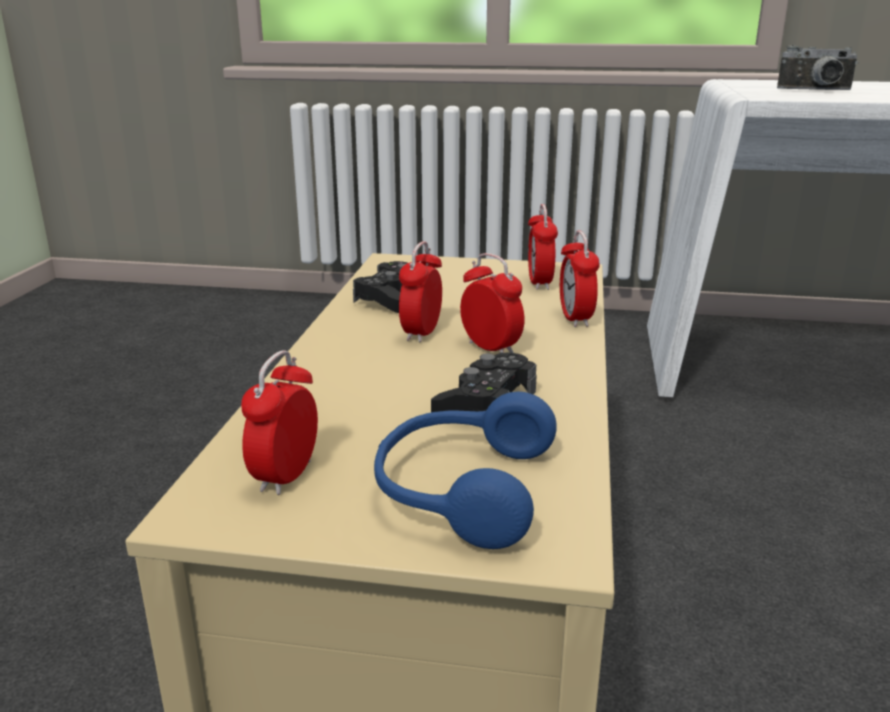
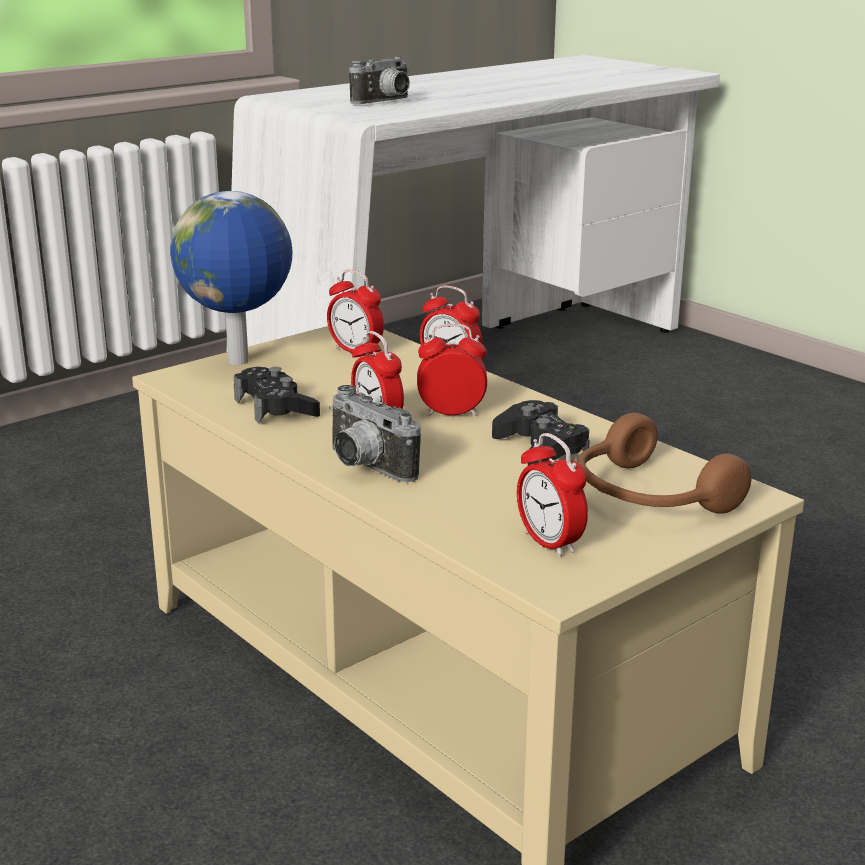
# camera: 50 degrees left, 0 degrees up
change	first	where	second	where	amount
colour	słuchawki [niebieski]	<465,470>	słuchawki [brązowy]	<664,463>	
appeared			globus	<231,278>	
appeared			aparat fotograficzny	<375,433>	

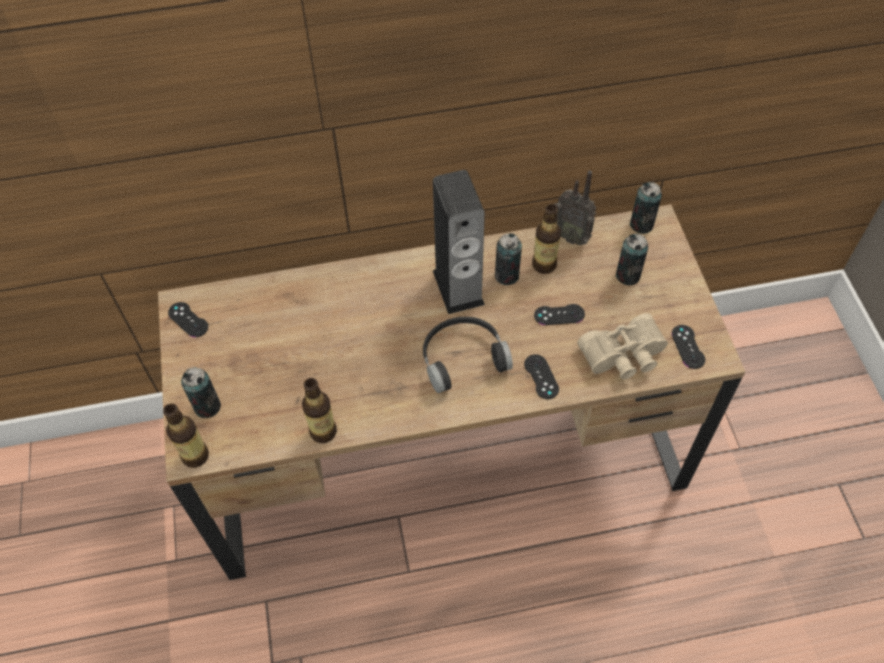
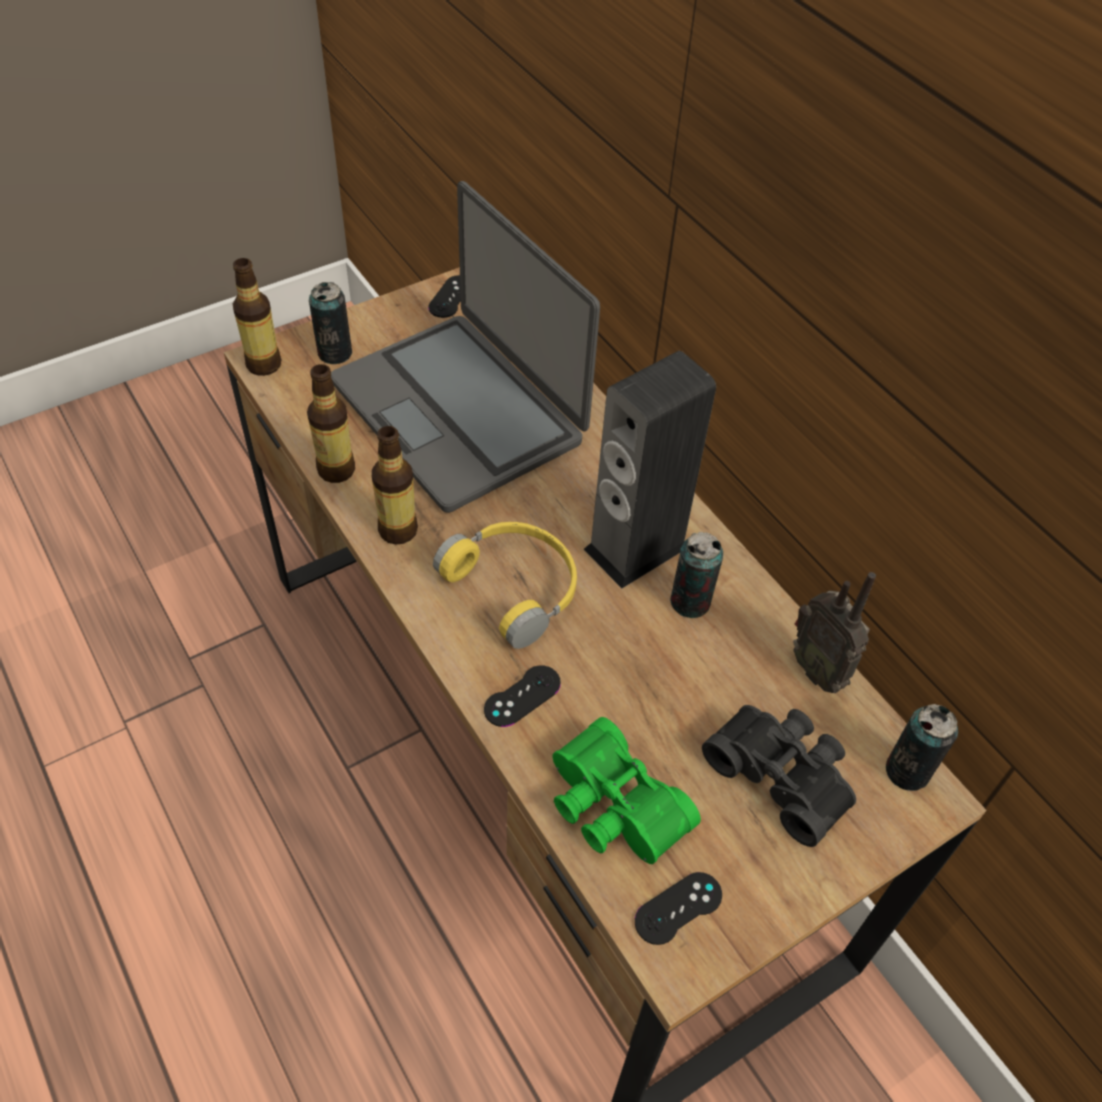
# camera: 65 degrees right, 5 degrees down
change	first	where	second	where	amount
colour	słuchawki [czarny]	<468,355>	słuchawki [żółty]	<505,585>	
relocated	butelka	<546,239>		<395,485>	
missing	pad do gier [czarny]	<559,314>			
spun	radio	<575,207>		<834,632>	45 degrees counterclockwise
colour	lornetka [beżowy]	<622,346>	lornetka [zielony]	<626,790>	
exchanged	puszka	<632,259>	lornetka [czarny]	<779,776>	
appeared			laptop	<465,347>	

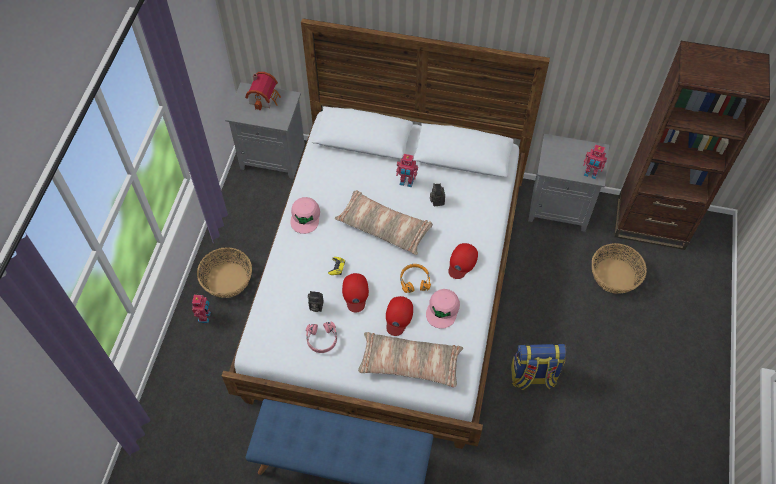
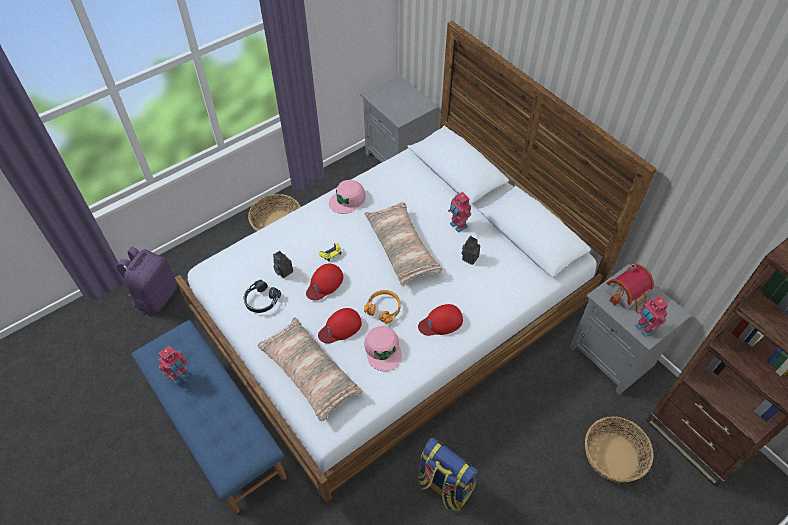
# camera: 40 degrees right, 5 degrees down
change	first	where	second	where	amount
relocated	robot zabawkowy	<201,309>		<174,365>	
relocated	domek	<263,91>		<630,288>	
colour	słuchawki [różowy]	<321,337>	słuchawki [czarny]	<262,296>	
spun	czapka z daszkiem [różowy]	<443,309>		<383,348>	75 degrees counterclockwise
appeared			plecak [fioletowy]	<147,279>	

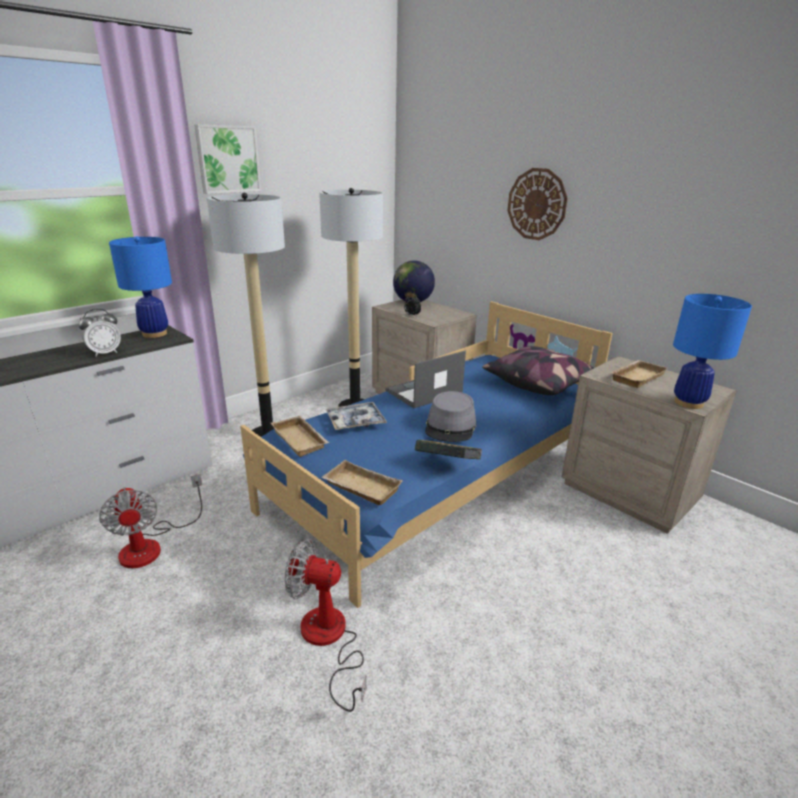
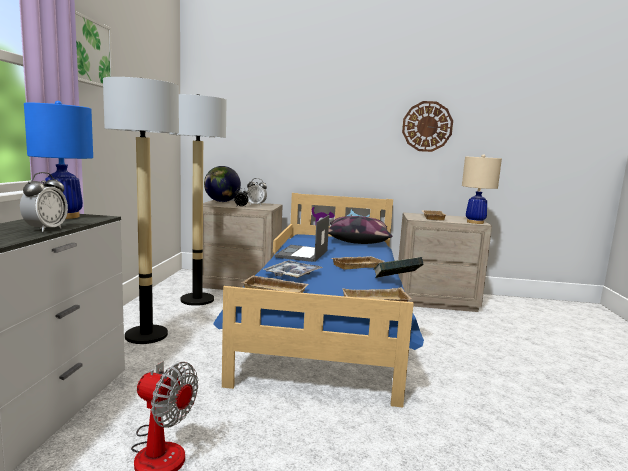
# camera: 40 degrees left, 15 degrees down
change	first	where	second	where	amount
missing	wentylator	<325,625>			
exchanged	kapelusz [szary]	<451,416>	taca [beżowy]	<358,263>	
relocated	zegar ścienny	<537,204>		<427,126>	
colour	lampa stołowa [niebieski]	<712,351>	lampa stołowa [beżowy]	<482,189>	
appeared			budzik	<257,191>	

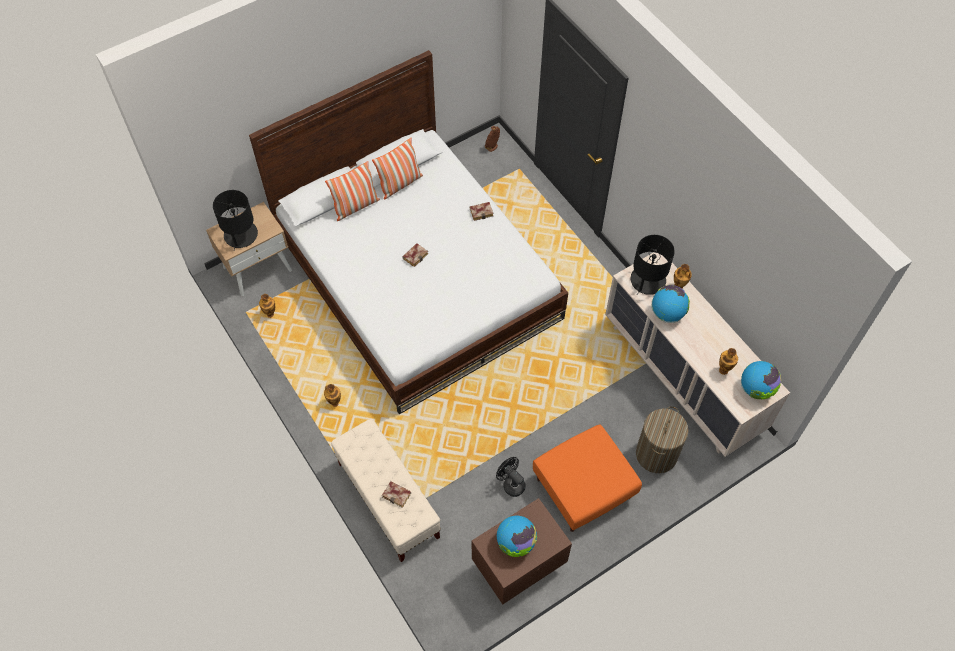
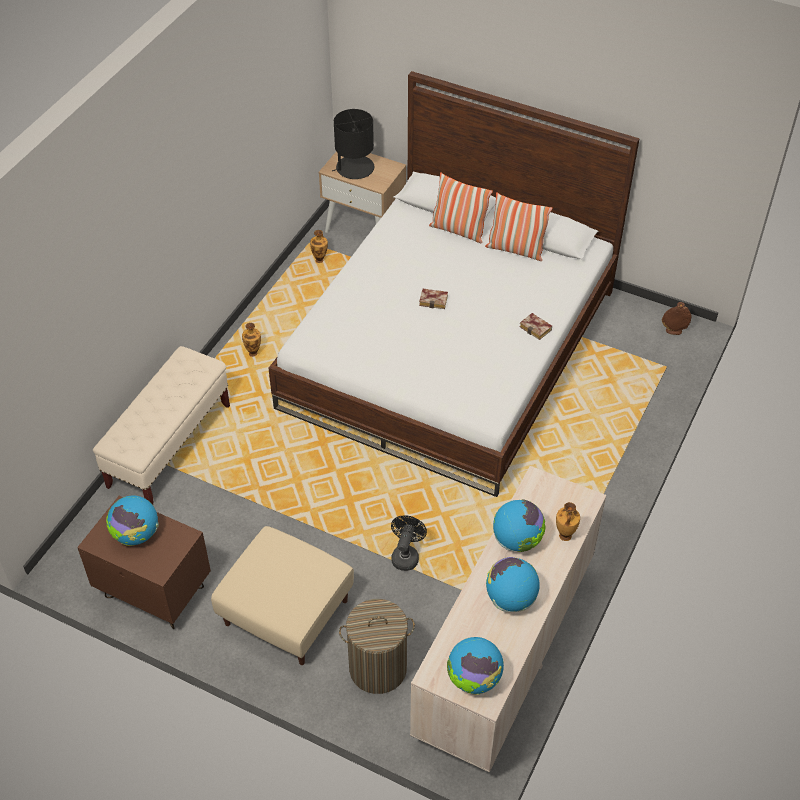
# camera: 60 degrees right, 10 degrees down
change	first	where	second	where	amount
missing	książka	<396,494>			
relocated	wentylator [czarny]	<511,477>		<409,543>	
colour	pufa [pomarańczowy]	<587,478>	pufa [beżowy]	<282,595>	
missing	lampa stołowa [czarny]	<653,265>			
missing	wazon	<728,361>			
appeared			globus	<513,584>	

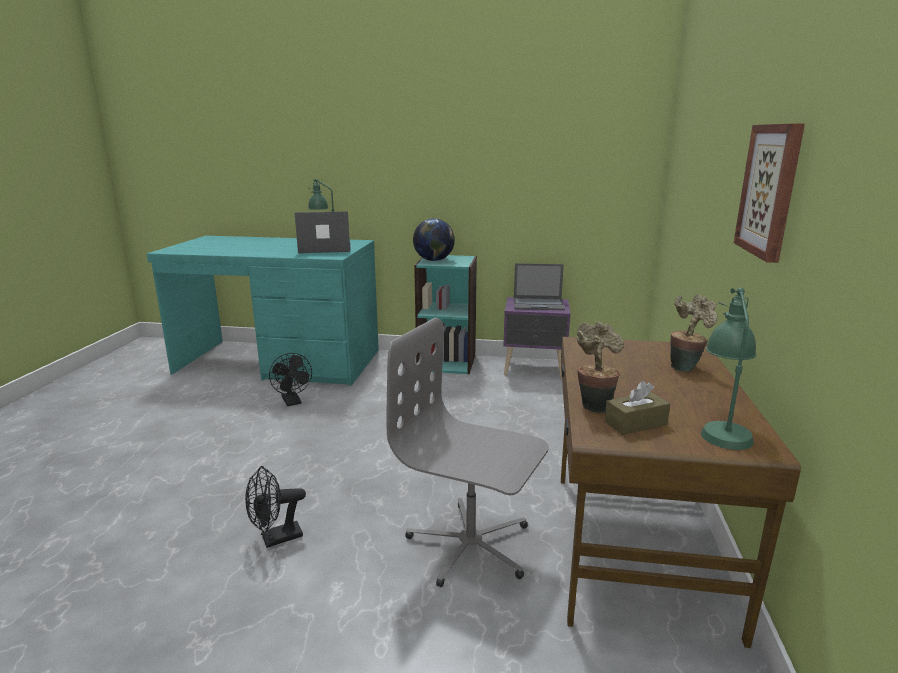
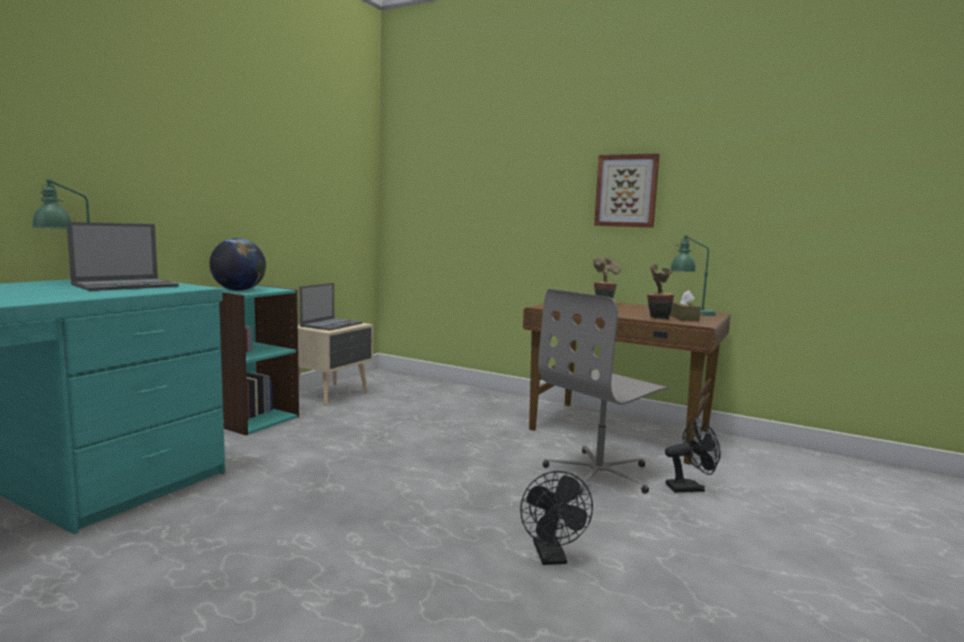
# camera: 70 degrees left, 10 degrees down
change	first	where	second	where	amount
relocated	wentylator [czarny]	<290,379>		<693,455>	
spun	laptop	<323,232>		<122,256>	150 degrees counterclockwise
colour	szafka nocna [fioletowy]	<536,338>	szafka nocna [beżowy]	<335,364>	

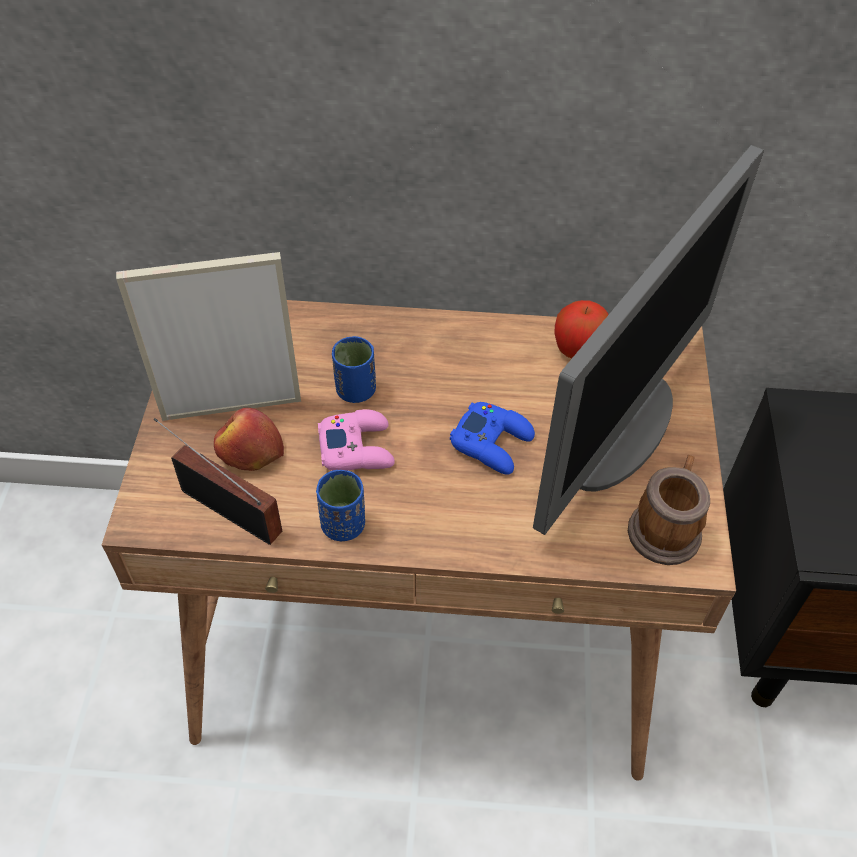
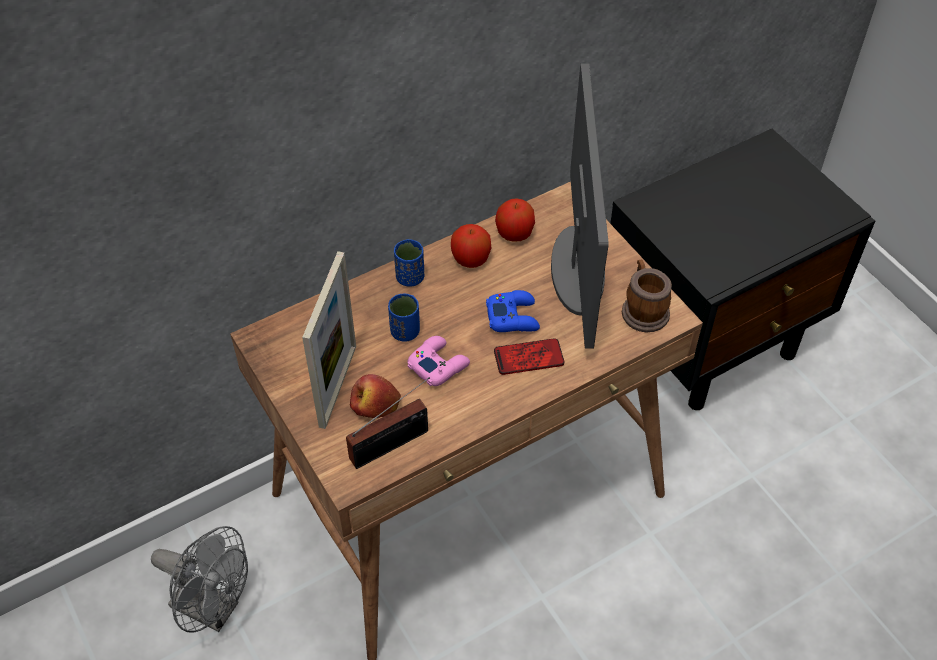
# camera: 35 degrees left, 0 degrees up
change	first	where	second	where	amount
spun	ramka na zdjęcie	<208,336>		<329,340>	150 degrees clockwise
spun	radio	<218,481>		<388,423>	150 degrees clockwise
relocated	filiżanka [niebieski]	<340,505>		<409,263>	
appeared			wentylator [szary]	<199,579>	
appeared			jabłko	<471,246>	
appeared			telefon	<529,356>	

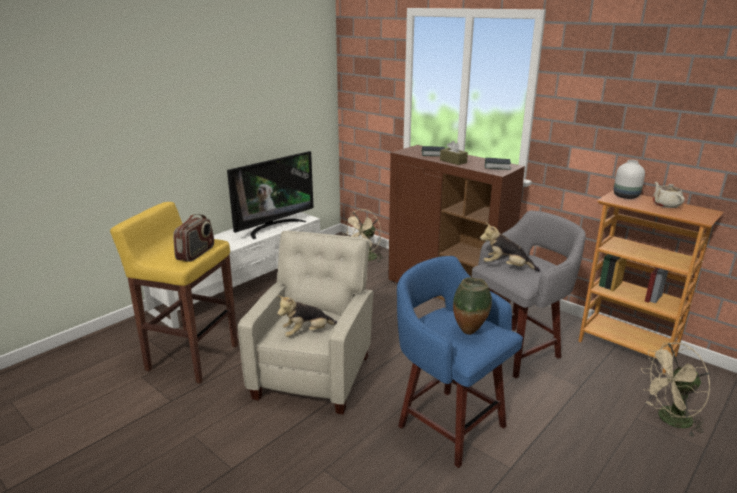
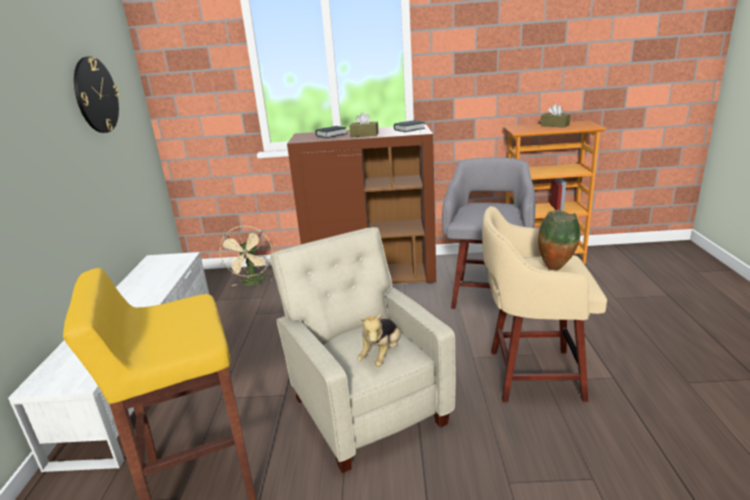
# camera: 40 degrees left, 0 degrees up
change	first	where	second	where	amount
missing	radio	<193,238>			
missing	telewizor	<270,195>			
colour	stołek [niebieski]	<460,362>	stołek [beżowy]	<544,304>	
missing	pluszak	<510,247>			
missing	wazon [biały]	<629,179>			
missing	wentylator [beżowy]	<675,390>			
exchanged	imbryk [beżowy]	<669,195>	pudełko chusteczek [brązowy]	<555,116>	
appeared			zegar ścienny	<96,94>	

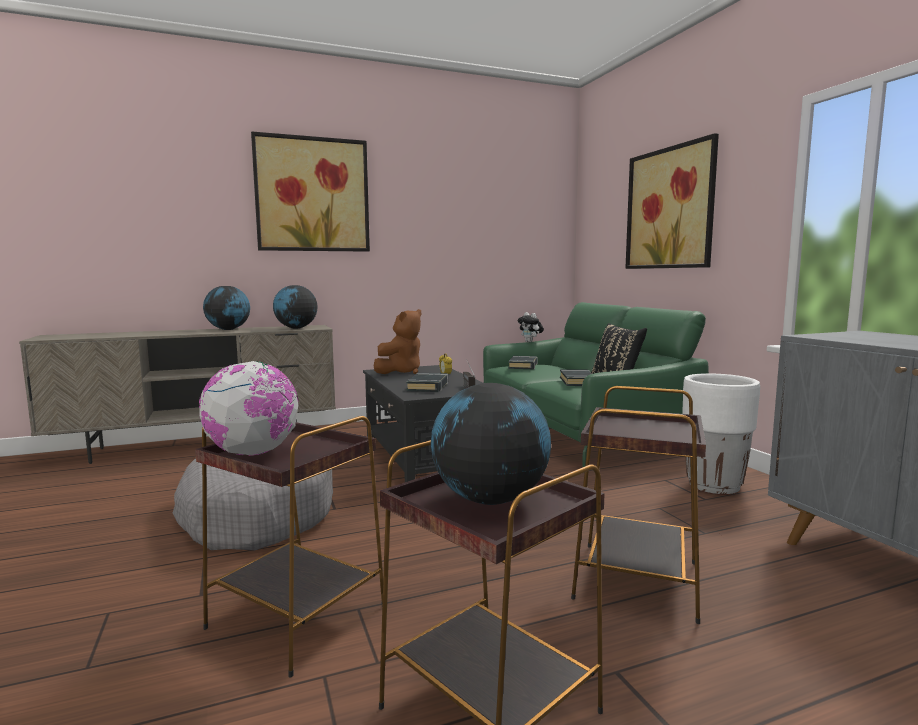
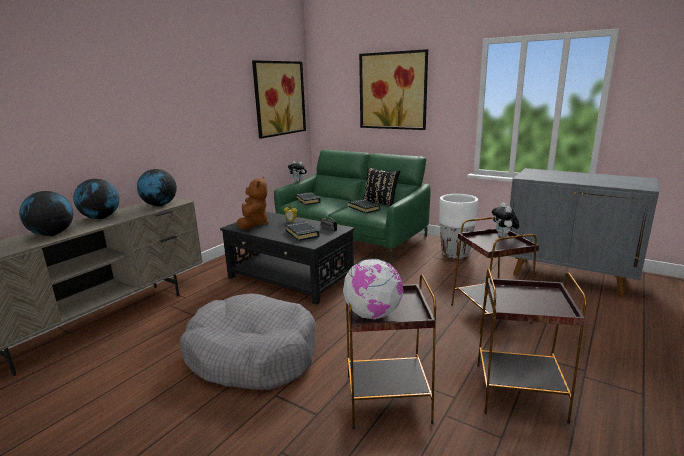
# camera: 35 degrees left, 10 degrees up
change	first	where	second	where	amount
relocated	obraz	<310,191>		<279,99>	
relocated	globus	<491,444>		<46,213>	
appeared			pluszak	<506,220>	

